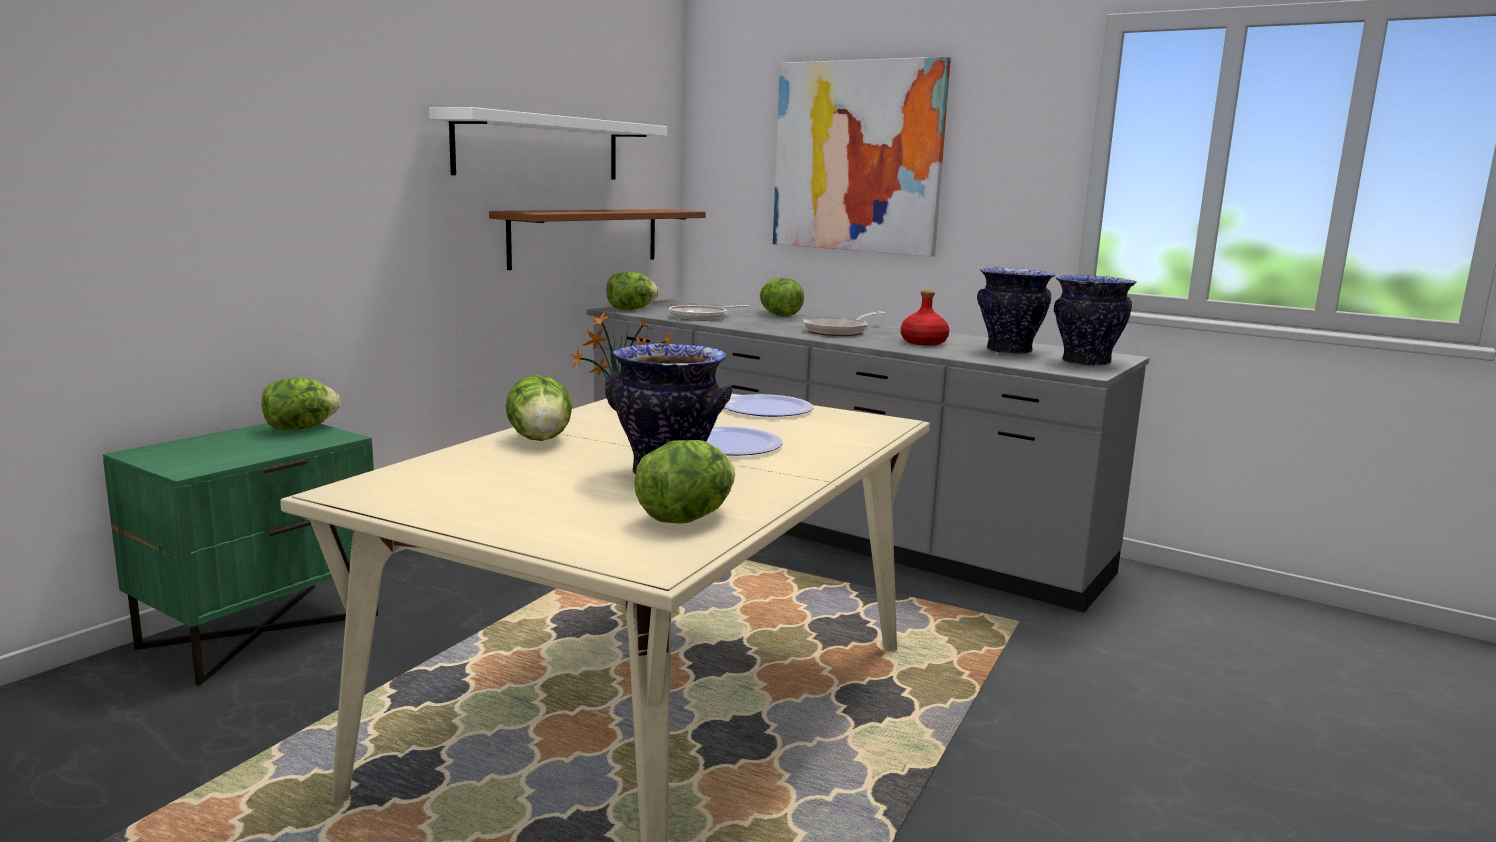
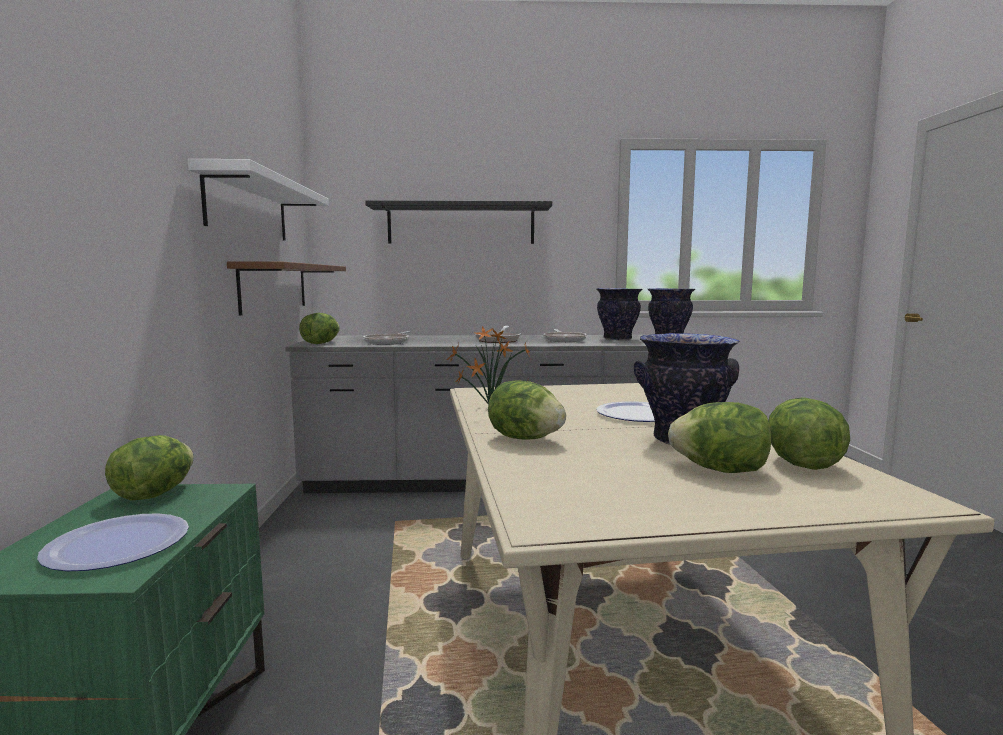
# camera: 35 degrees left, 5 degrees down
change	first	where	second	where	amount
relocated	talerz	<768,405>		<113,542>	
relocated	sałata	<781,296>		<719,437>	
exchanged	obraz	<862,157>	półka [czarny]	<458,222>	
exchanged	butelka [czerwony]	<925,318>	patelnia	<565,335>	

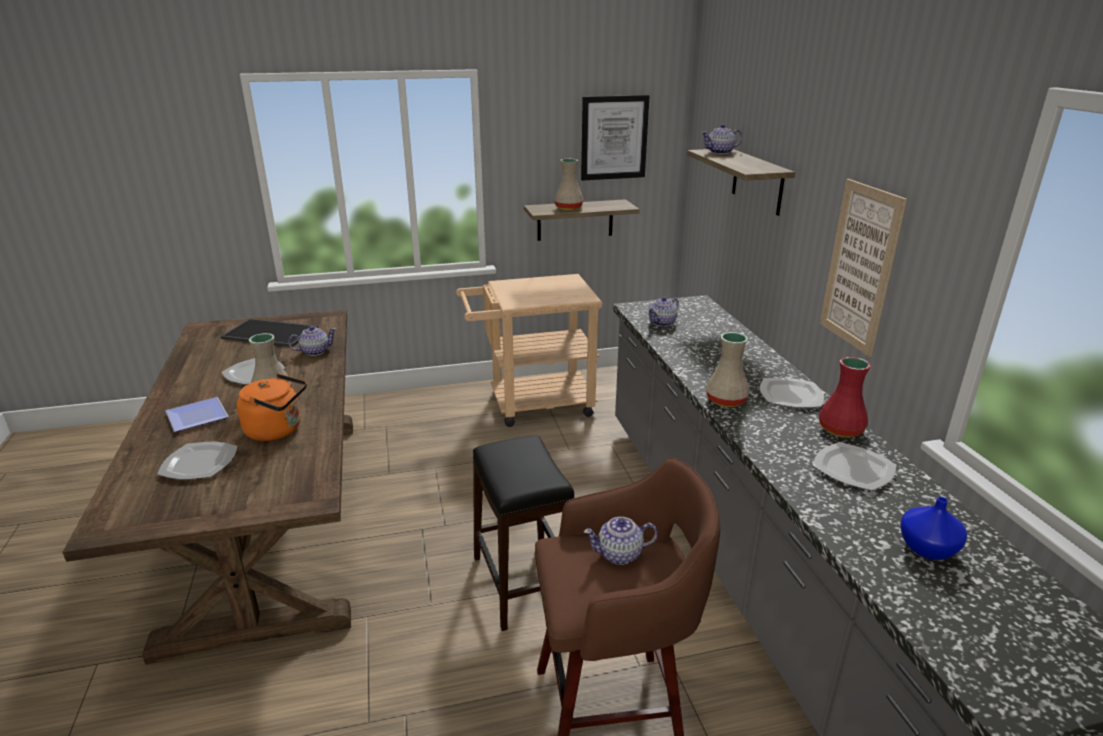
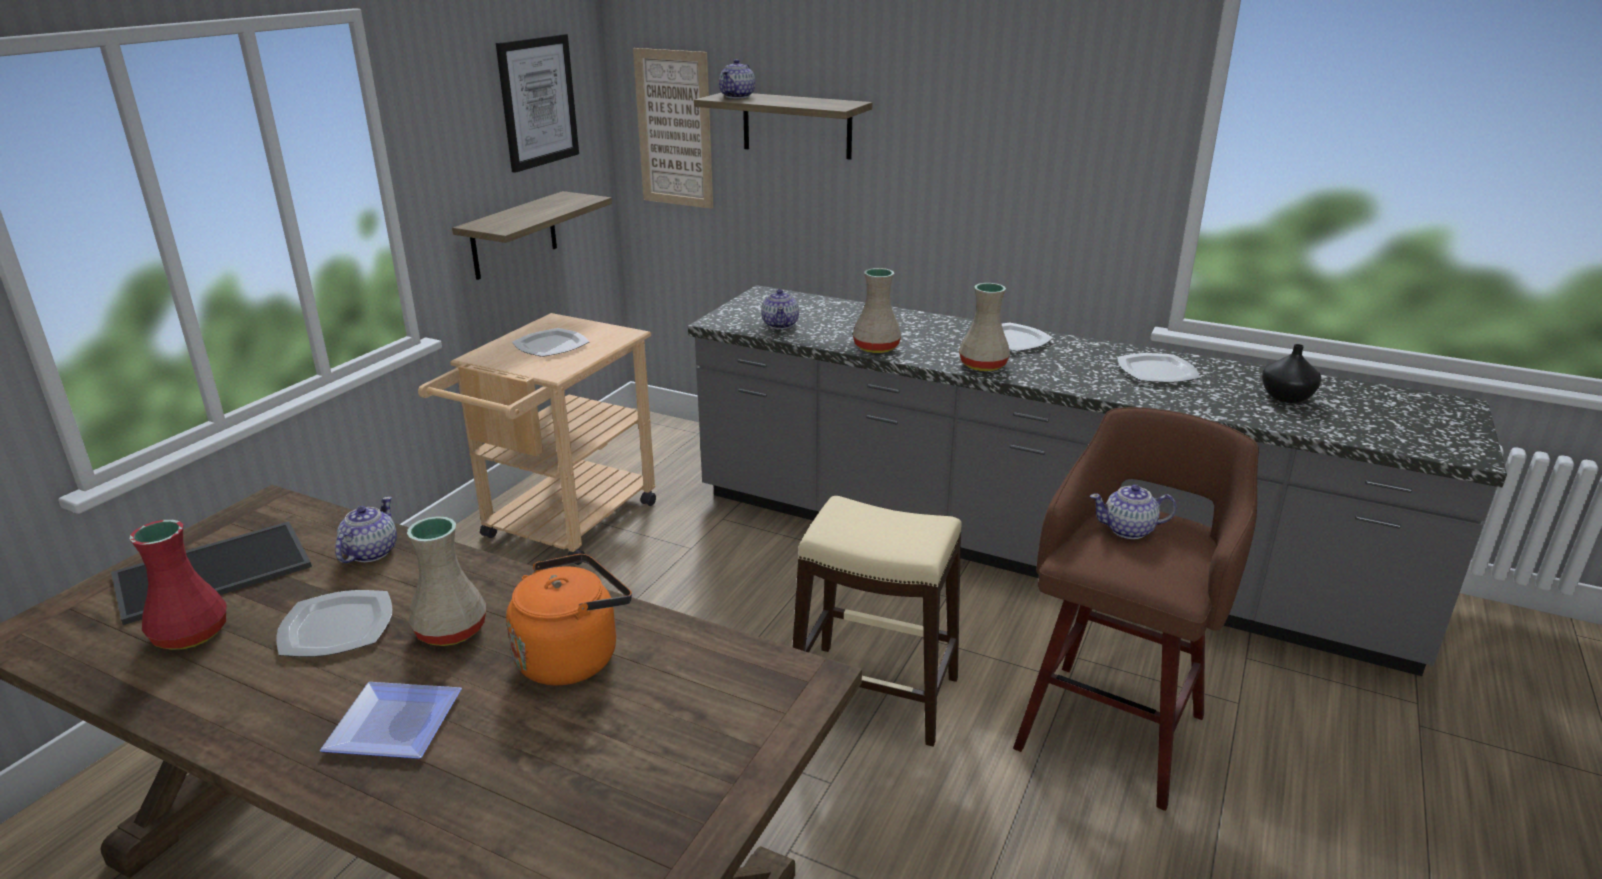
# camera: 50 degrees left, 0 degrees up
change	first	where	second	where	amount
relocated	talerz	<197,461>		<551,342>	
colour	stołek [czarny]	<523,533>	stołek [beżowy]	<877,621>	
relocated	wazon [beżowy]	<568,184>		<877,310>	
spun	imbryk	<621,541>		<1133,511>	60 degrees clockwise
relocated	wazon [czerwony]	<845,397>		<178,585>	
relocated	obraz	<863,268>		<673,128>	
colour	wazon [niebieski]	<933,528>	wazon [czarny]	<1291,373>	

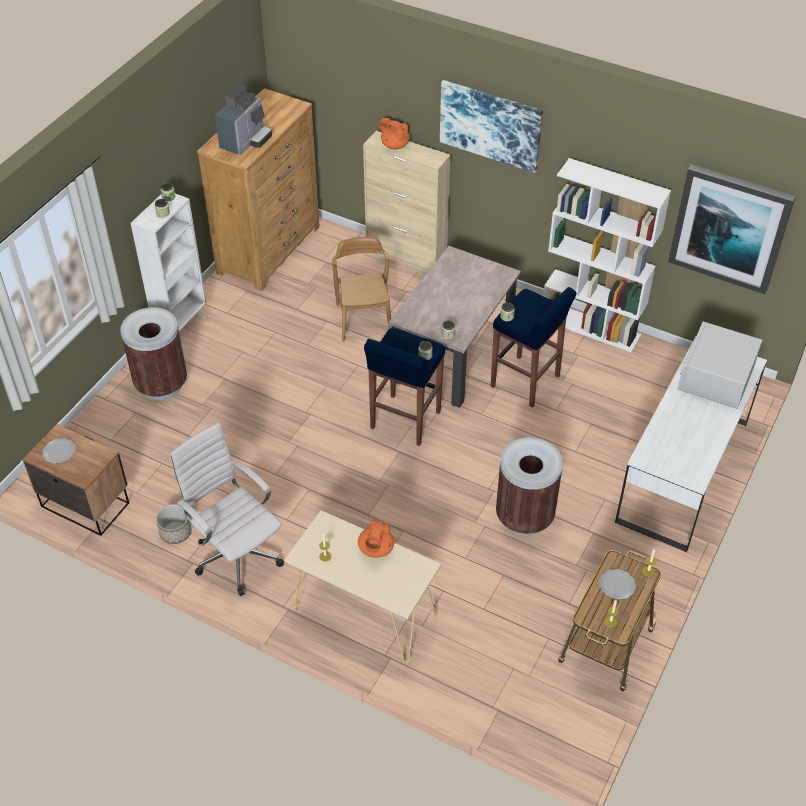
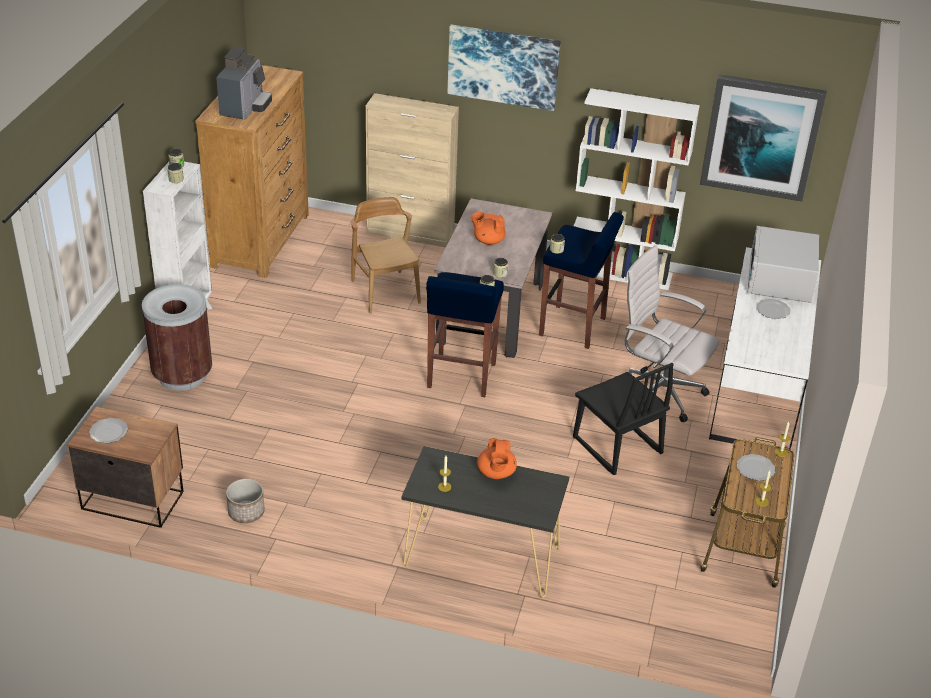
# camera: 15 degrees left, 10 degrees down
change	first	where	second	where	amount
relocated	krzesło biurowe [biały]	<227,509>		<672,333>	
colour	stolik konsolowy [beżowy]	<363,586>	stolik konsolowy [czarny]	<485,522>	
relocated	imbryk [pomarańczowy]	<394,133>		<488,228>	
exchanged	kosz na śmieci [brązowy]	<529,486>	krzesło [czarny]	<623,419>	
appeared			talerz	<773,309>	

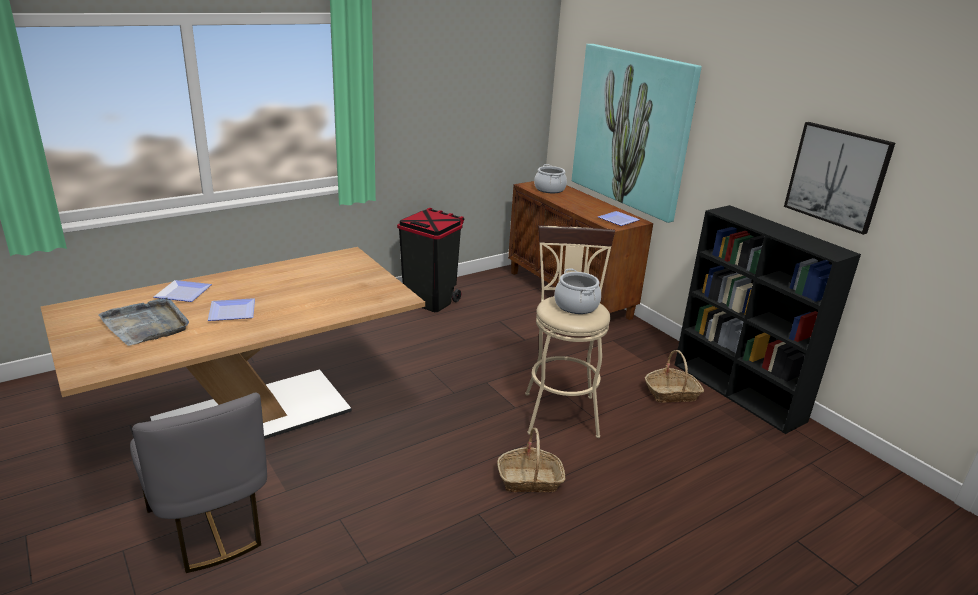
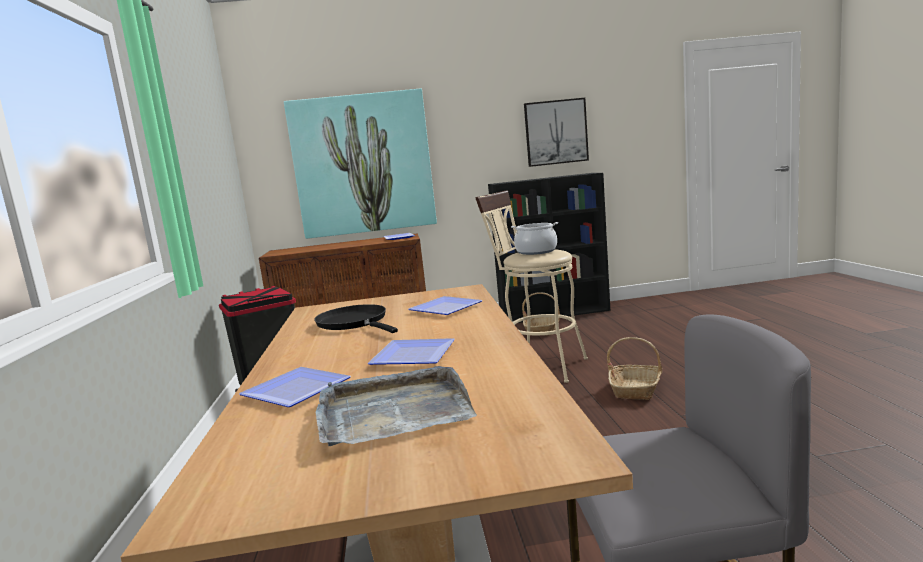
# camera: 60 degrees left, 15 degrees down
change	first	where	second	where	amount
missing	garnek	<550,178>			
appeared			patelnia [czarny]	<356,318>	
appeared			talerz	<445,305>	

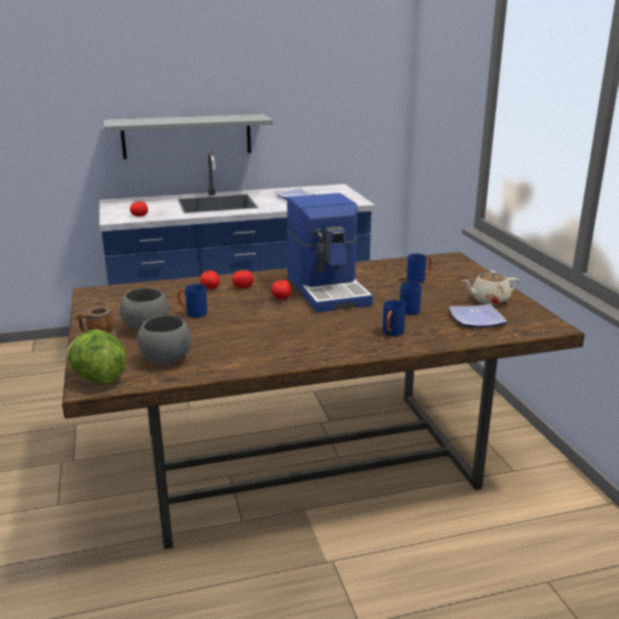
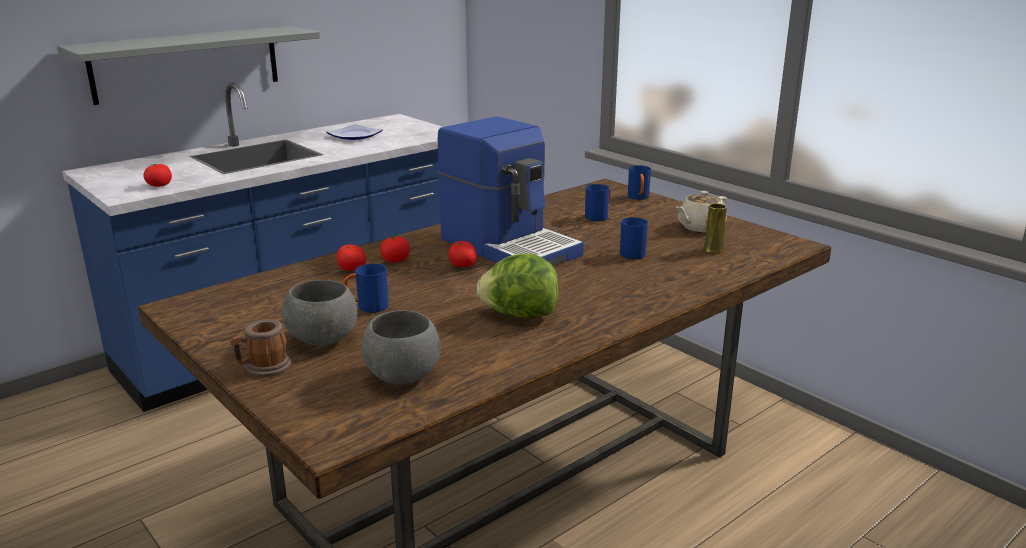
# camera: 25 degrees left, 0 degrees up
change	first	where	second	where	amount
relocated	sałata	<97,356>		<517,286>	
relocated	kubek [niebieski]	<394,318>		<639,182>	
exchanged	talerz	<478,315>	wazon [żółty]	<715,228>	

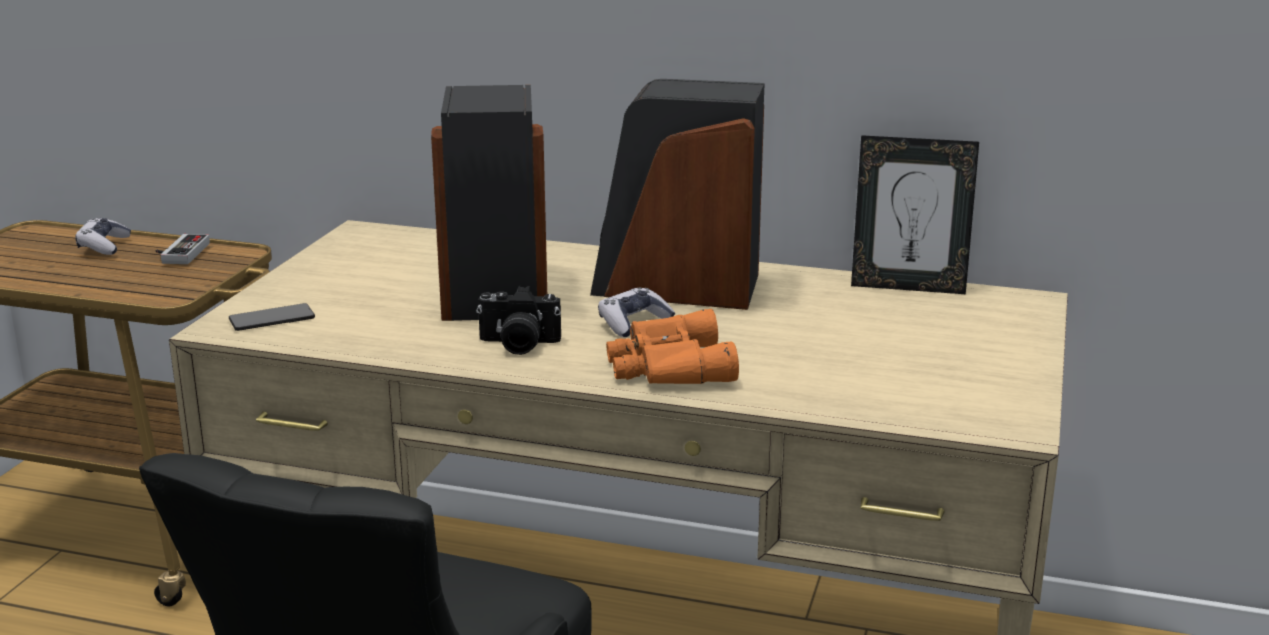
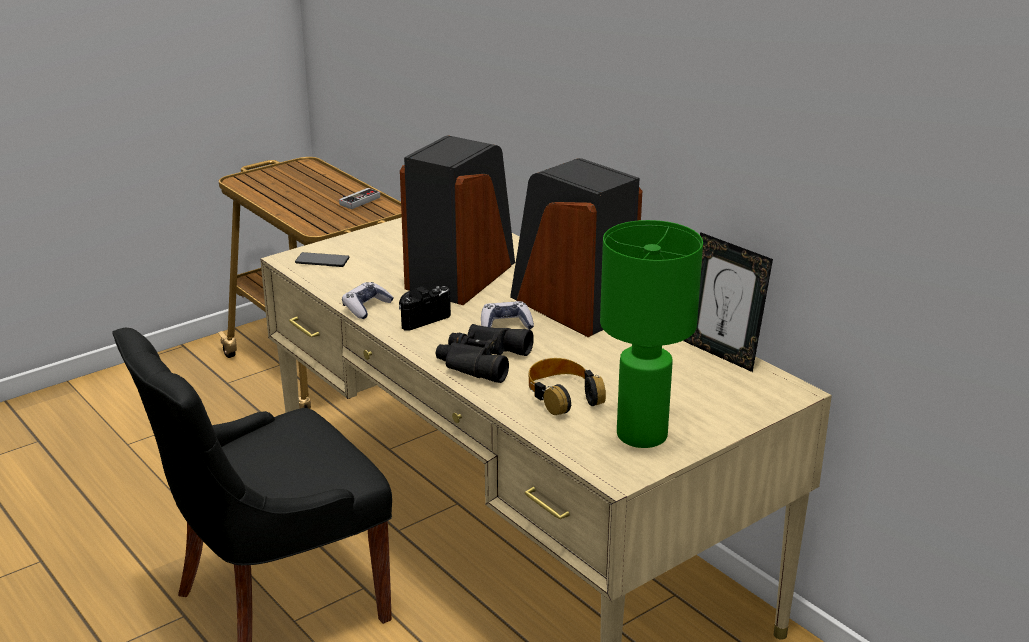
# camera: 35 degrees right, 5 degrees up
change	first	where	second	where	amount
relocated	pad do gier	<103,236>		<368,300>	
spun	aparat fotograficzny	<518,320>		<425,308>	105 degrees clockwise
colour	lornetka [pomarańczowy]	<672,346>	lornetka [czarny]	<485,353>	
appeared			słuchawki	<567,386>	
appeared			lampa stołowa [zielony]	<651,334>	

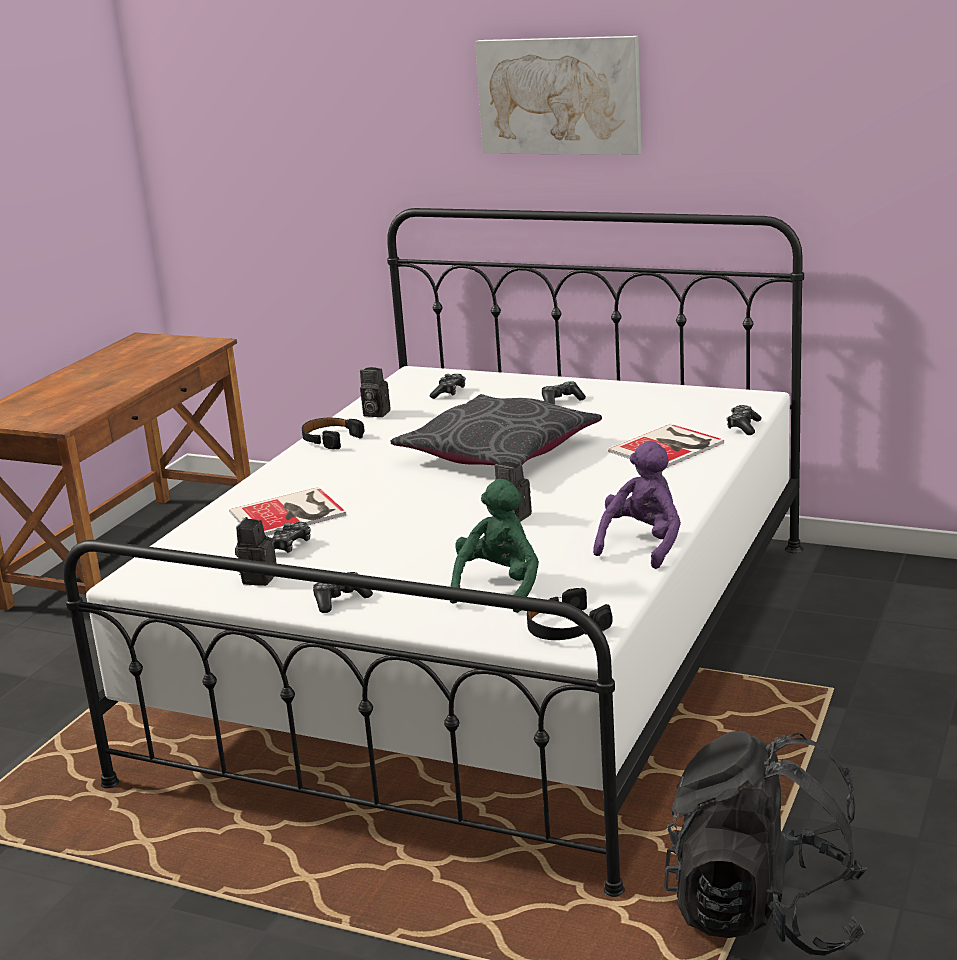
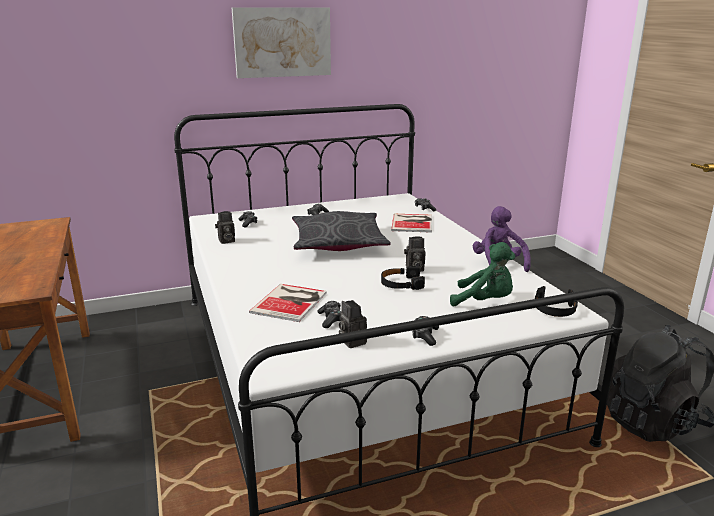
# camera: 45 degrees left, 0 degrees up
change	first	where	second	where	amount
relocated	słuchawki [czarny]	<333,433>		<403,278>	
spun	pluszak [zielony]	<494,546>		<483,274>	135 degrees clockwise

